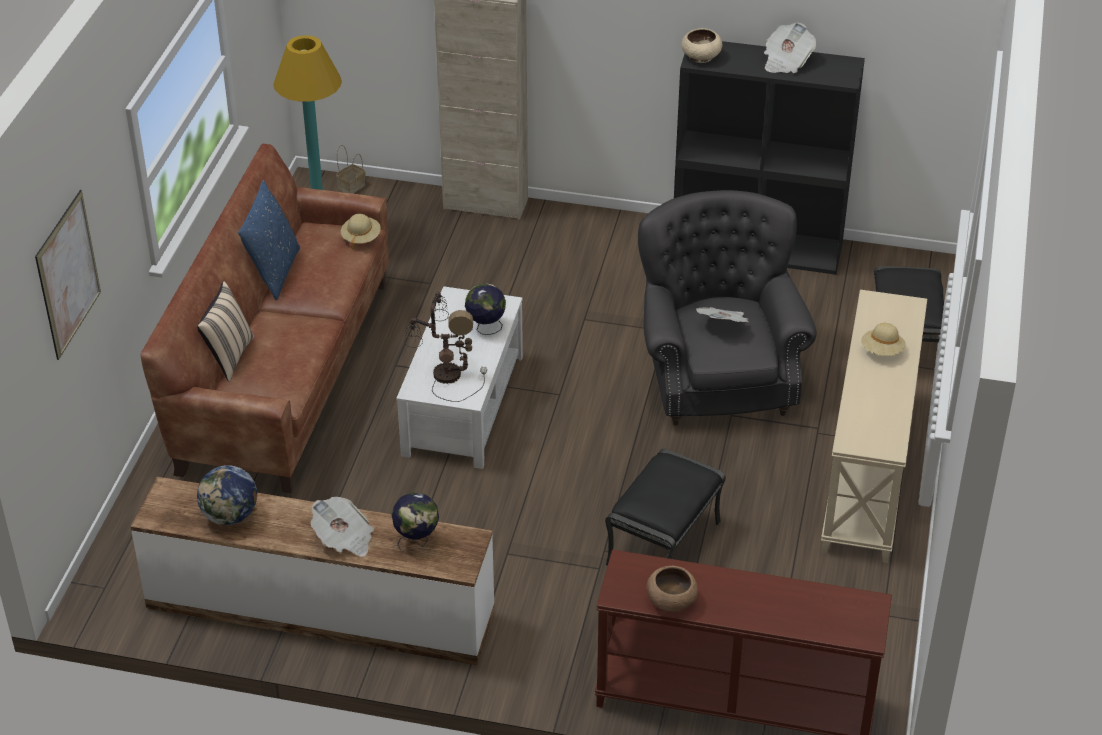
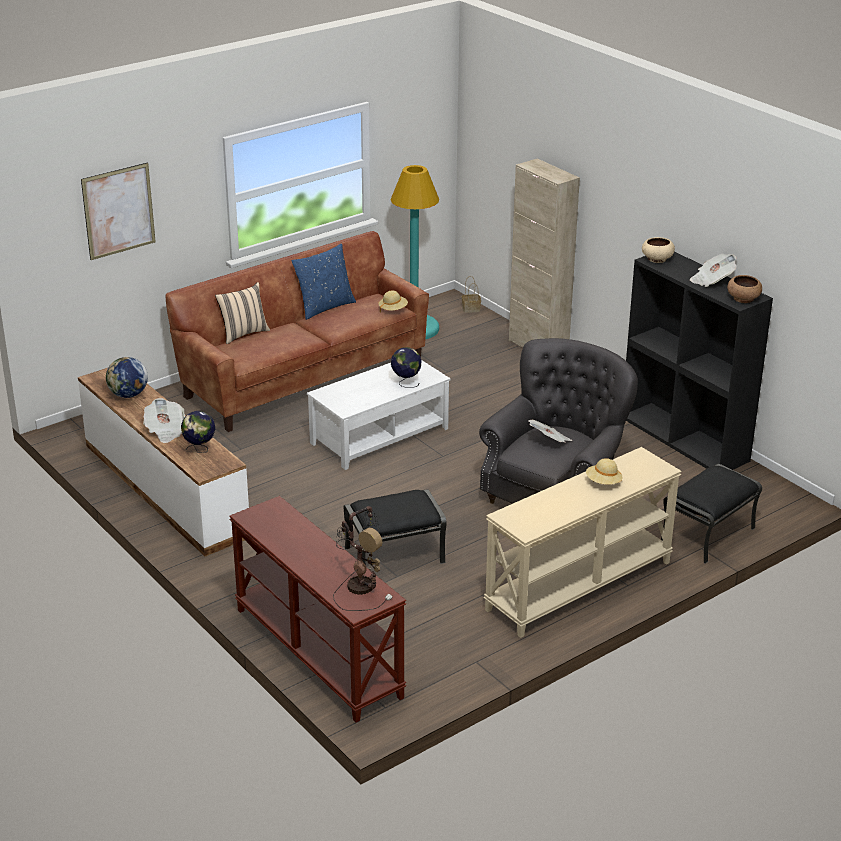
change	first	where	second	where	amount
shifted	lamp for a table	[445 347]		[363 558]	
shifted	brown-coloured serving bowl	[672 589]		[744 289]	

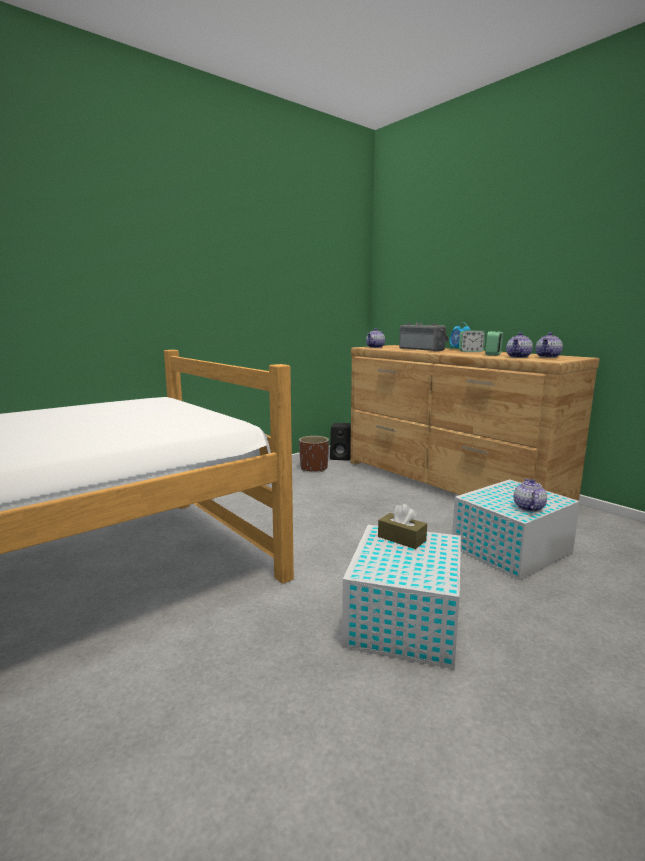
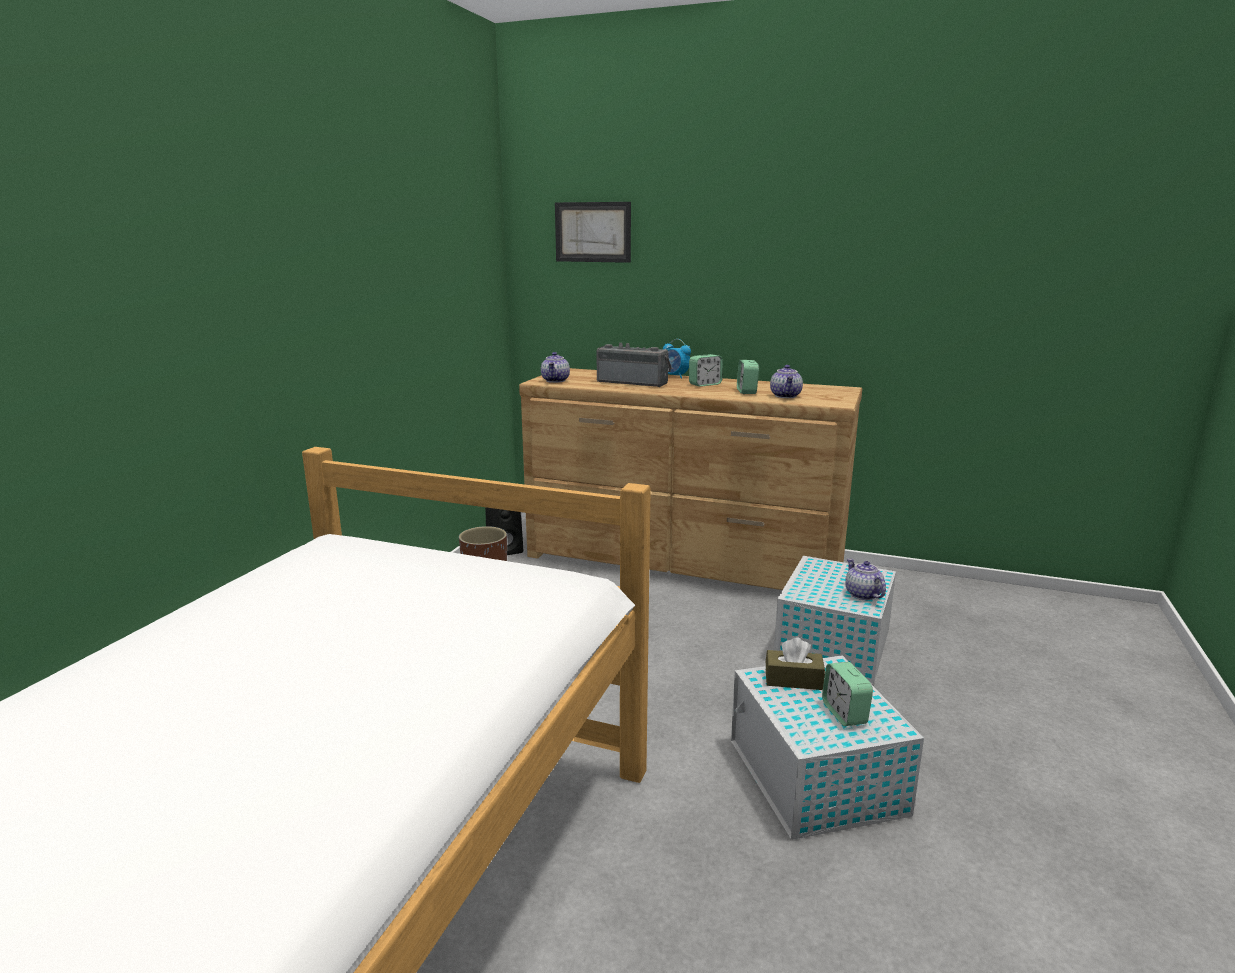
change	first	where	second	where	amount
gone	tea pot	[549 345]			
new			wall art	[593 232]	
new			bedside clock	[847 694]	

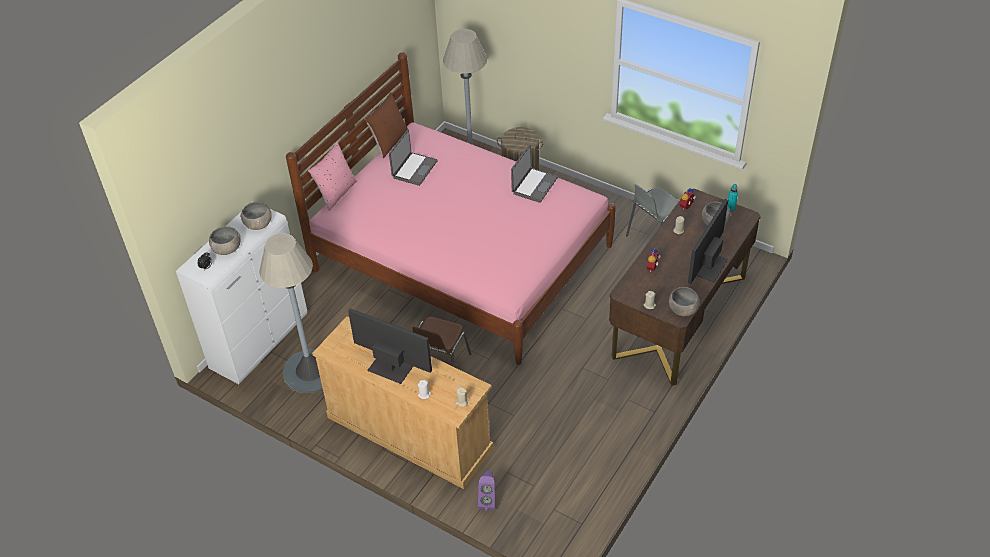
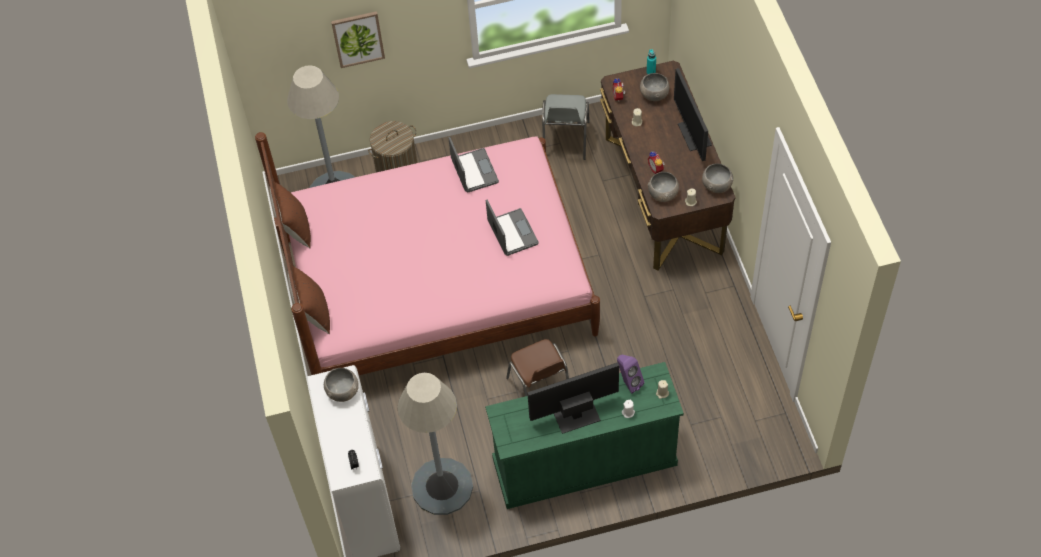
change	first	where	second	where	amount
new			wall art	[358 39]	
shifted	greyish serving bowl	[224 240]		[663 187]	
shifted	notebook computer	[413 157]		[512 228]	
shifted	purplish audio speaker	[486 491]		[631 374]	
repainted	pinkish cushion	[332 176]	brown-coloured cushion	[309 299]	
repainted	beige-coloured drawer chest	[403 402]	green-coloured drawer chest	[584 435]	

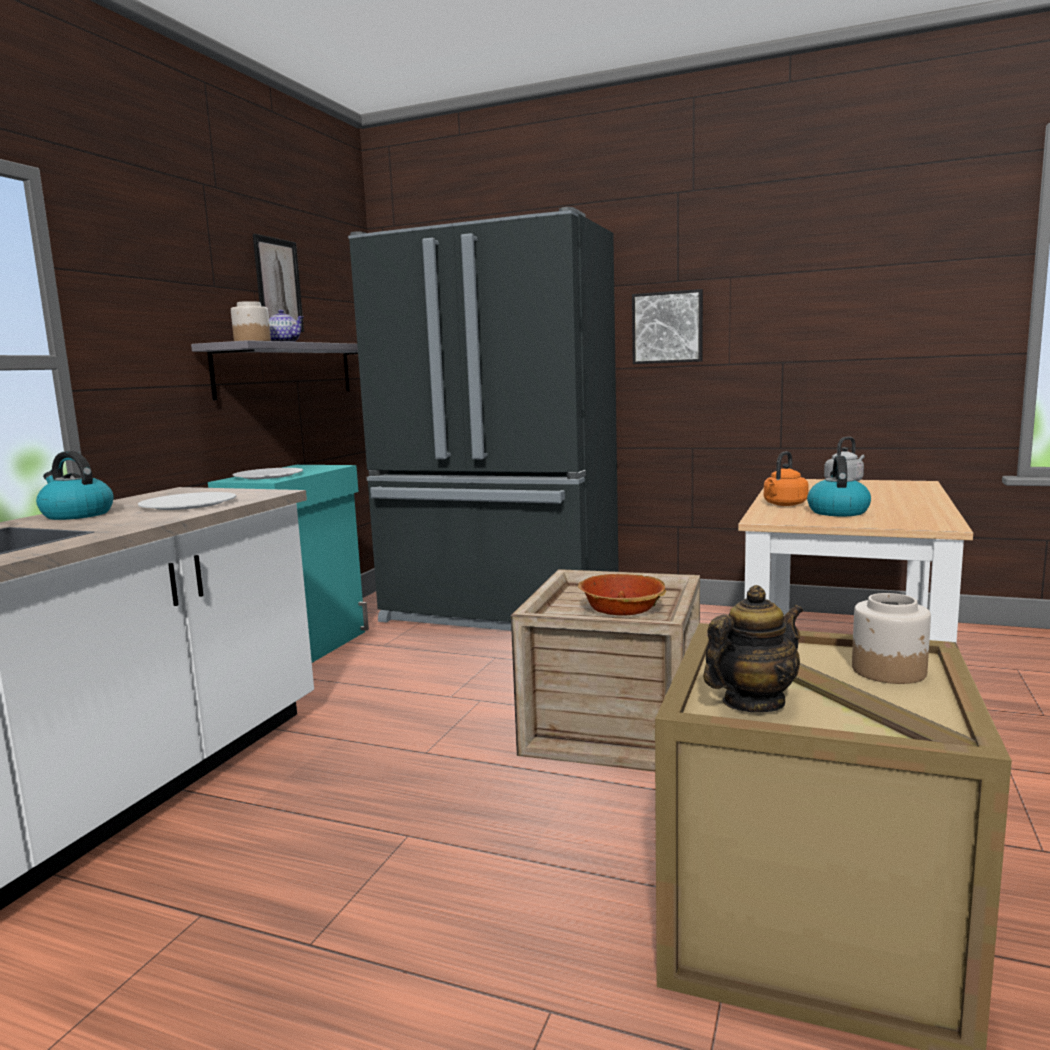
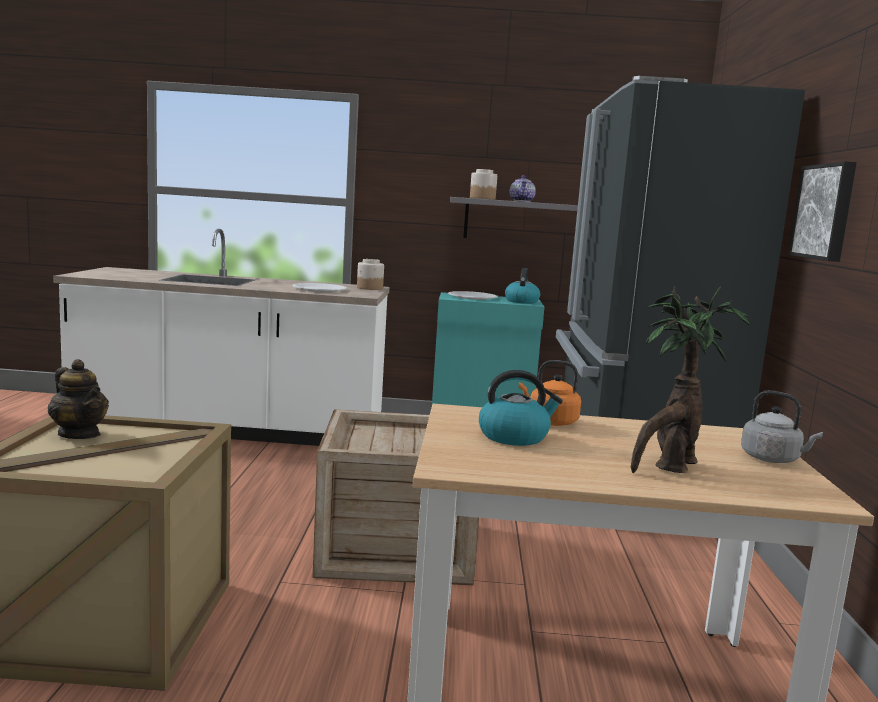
change	first	where	second	where	amount
gone	wall art	[278 283]			
gone	serving bowl	[622 595]			
new			houseplant	[690 379]	
shifted	tea kettle	[75 485]		[522 286]	
shifted	jar	[891 638]		[370 274]	

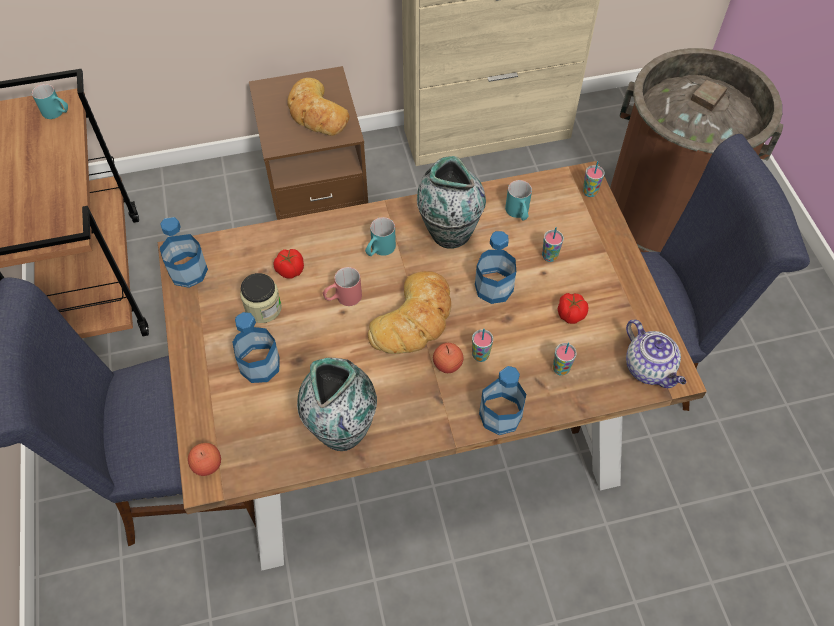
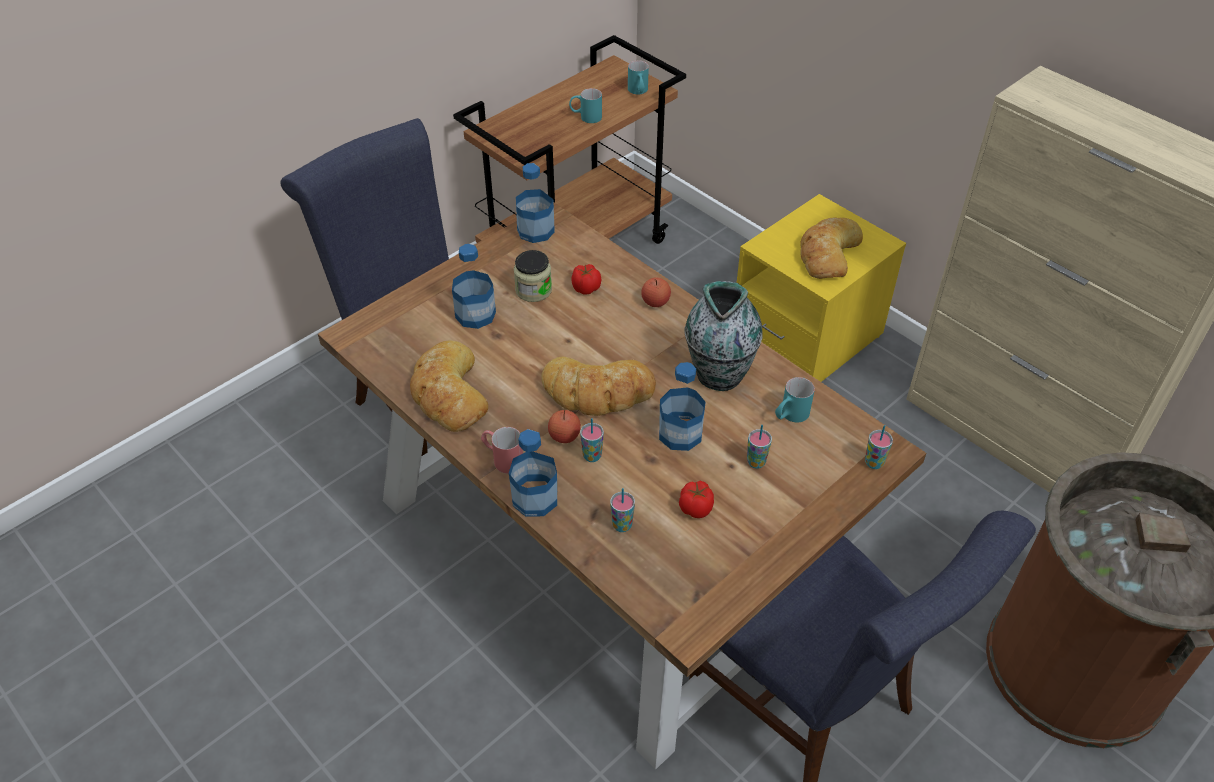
change	first	where	second	where	amount
gone	tea pot	[656 354]			
shifted	apple	[204 459]		[656 292]	
shifted	red tea mug	[342 286]		[502 450]	
shifted	blue-green tea mug	[380 236]		[585 105]	
swapped	vase	[337 404]	bread	[449 386]	
repainted	brown-coloured bedside table	[308 143]	yellow bedside table	[821 288]	

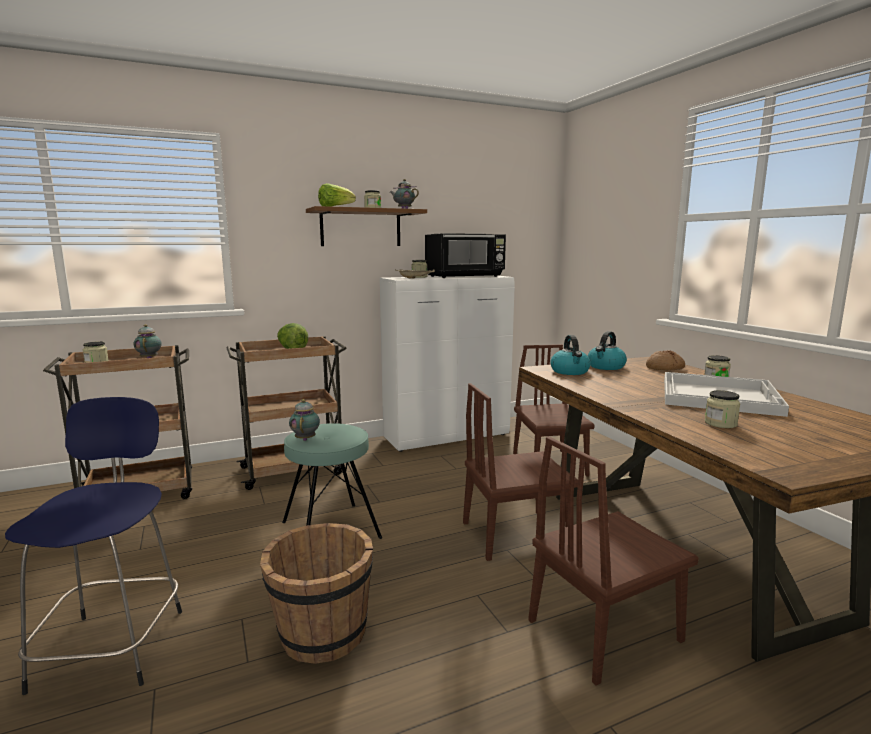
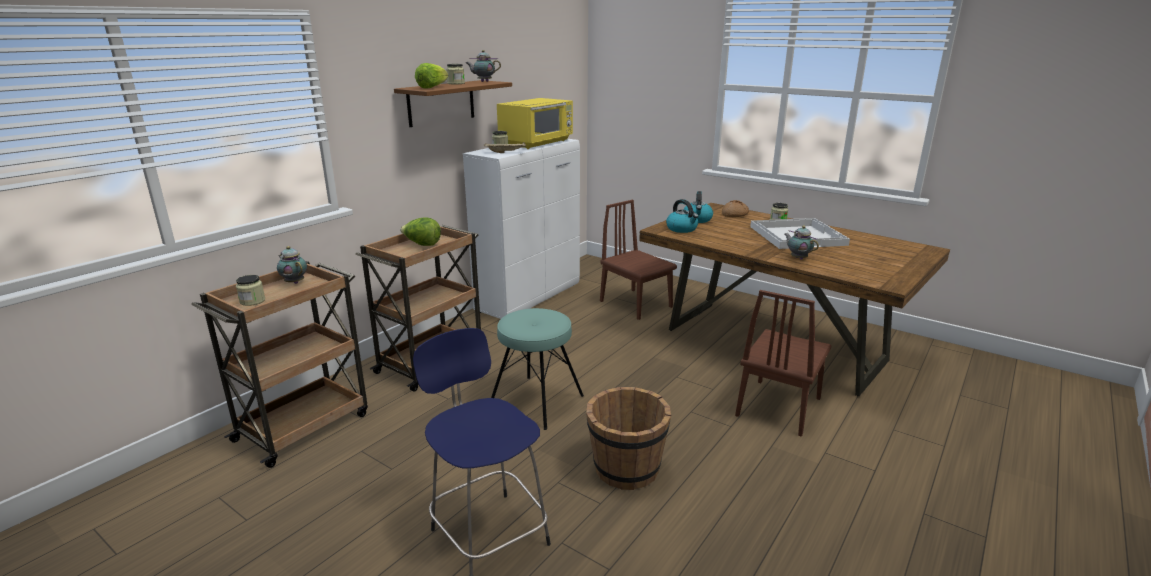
change	first	where	second	where	amount
gone	brown-coloured upright chair	[520 472]			
gone	jar	[722 409]			
shifted	tea pot	[304 420]		[802 243]	
repainted	black-coloured kitchen microwave	[465 255]	yellow kitchen microwave	[535 123]	

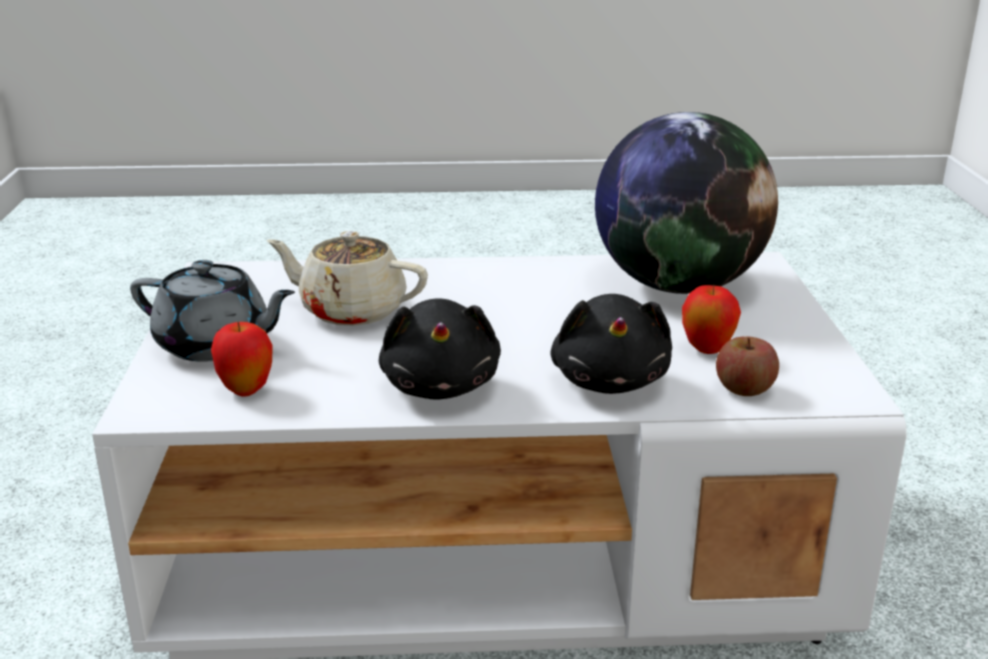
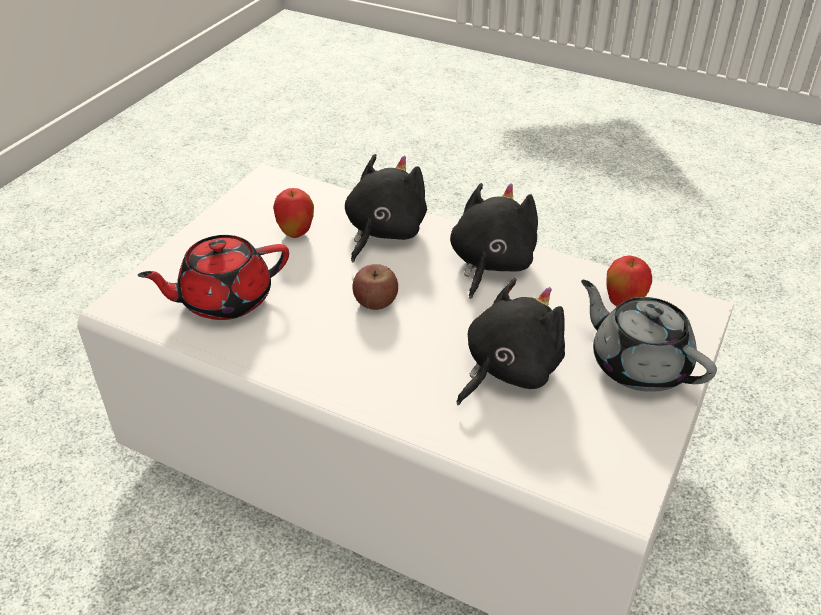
change	first	where	second	where	amount
shifted	apple	[747 366]		[375 287]	
swapped	beige-coloured tea pot	[347 278]	black-coloured plush toy	[511 341]	
swapped	globe	[686 203]	red tea pot	[213 277]	

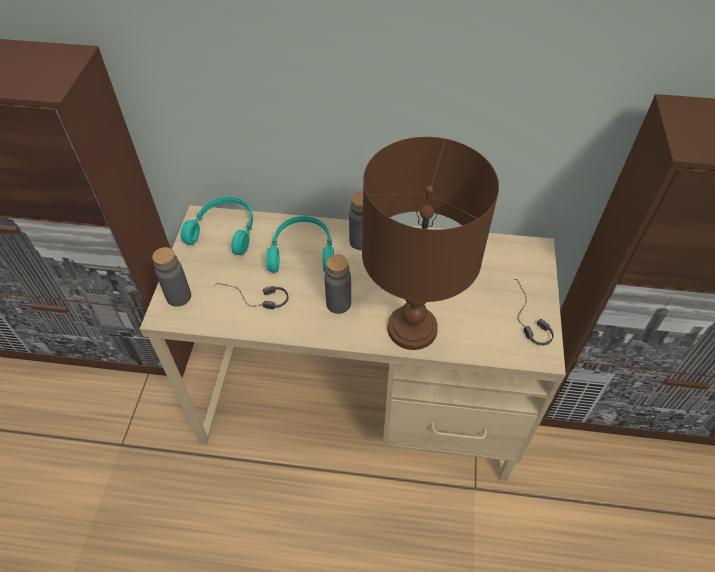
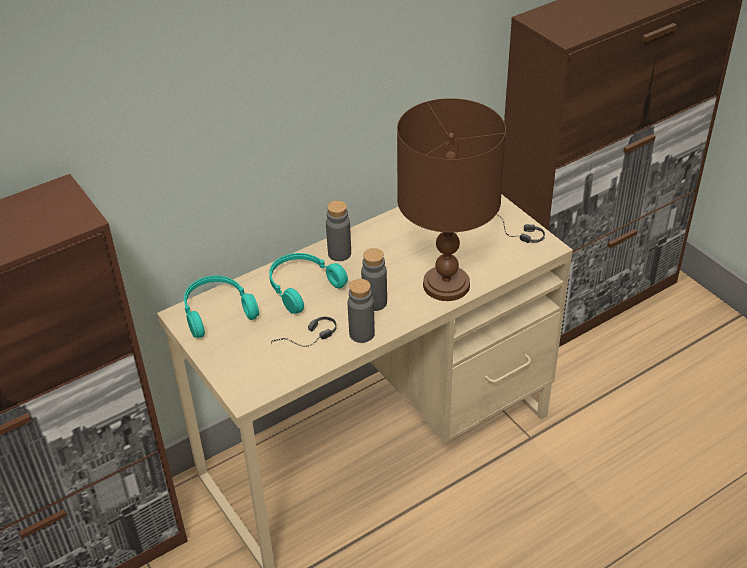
change	first	where	second	where	amount
shifted	greyish bottle	[171 277]		[361 311]	

